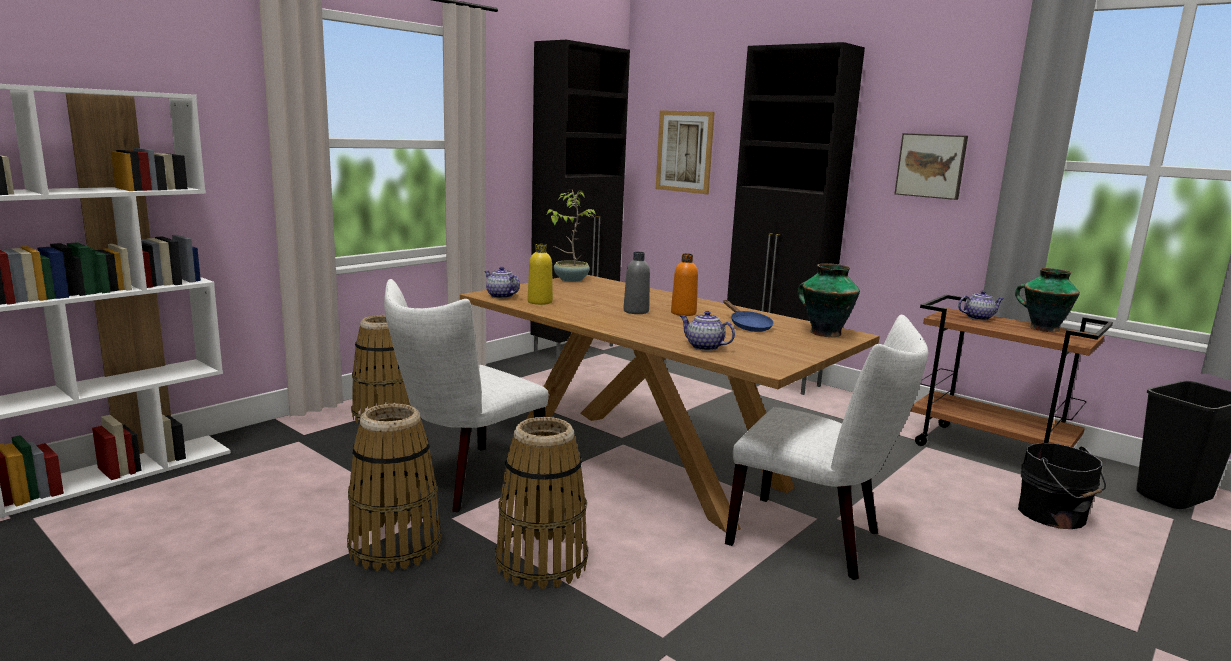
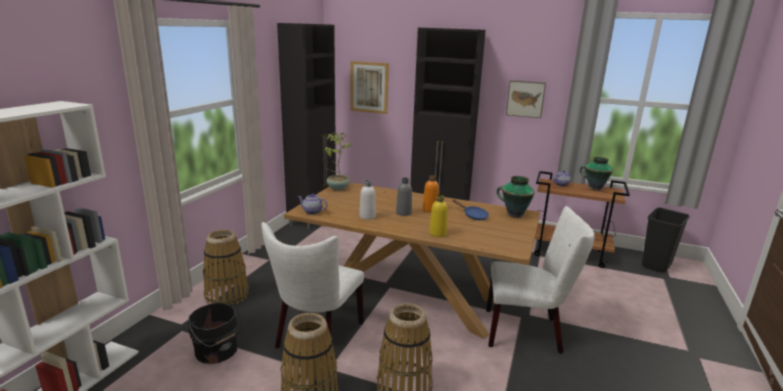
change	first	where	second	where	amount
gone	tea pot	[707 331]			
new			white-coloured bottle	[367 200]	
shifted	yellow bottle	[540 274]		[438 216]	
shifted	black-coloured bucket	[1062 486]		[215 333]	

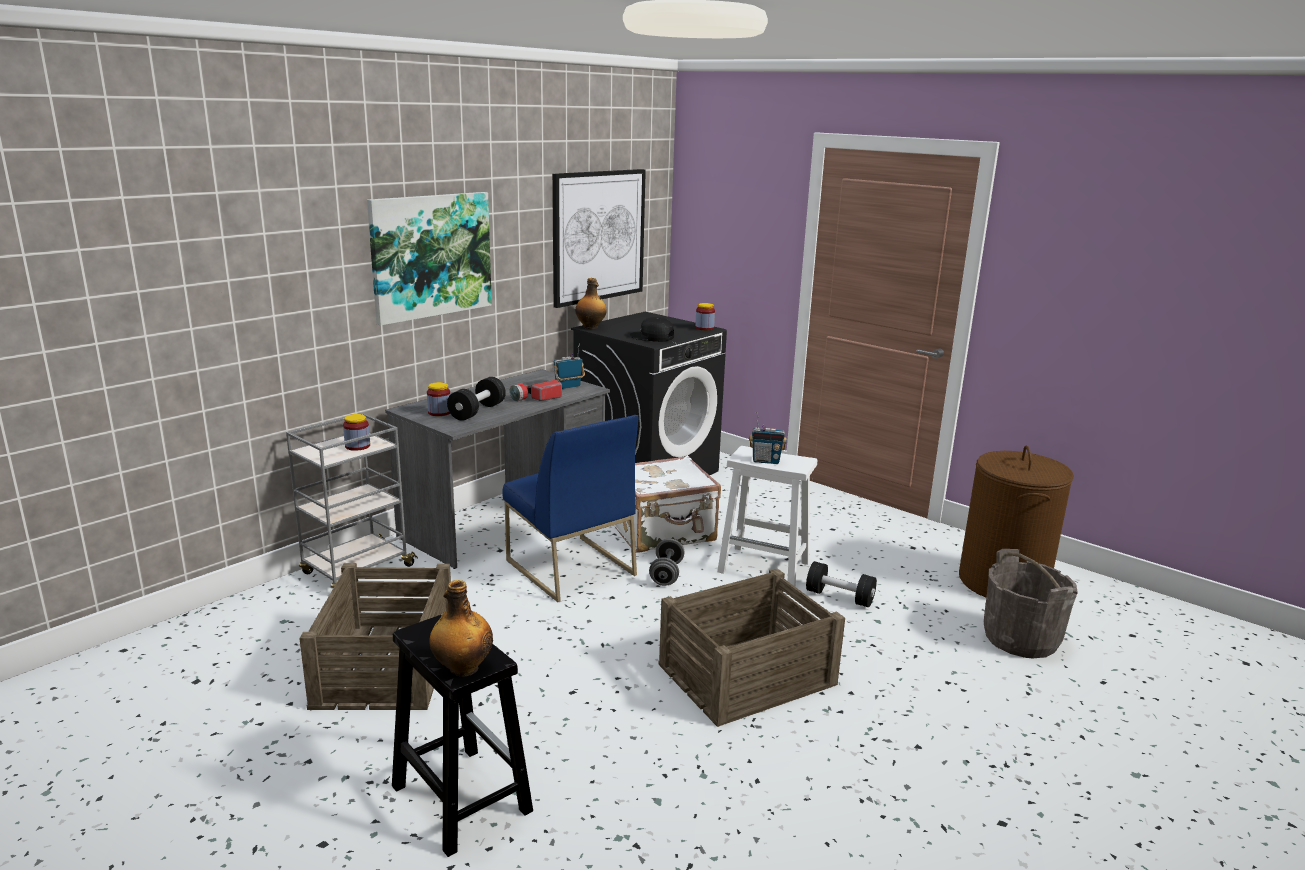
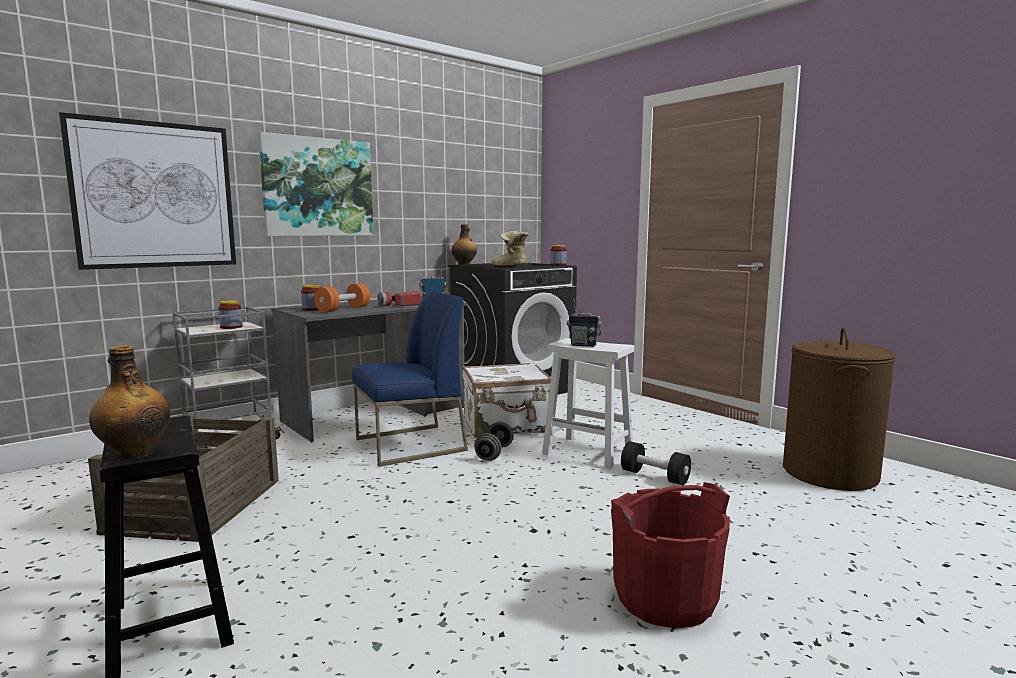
change	first	where	second	where	amount
gone	crate	[751 647]			
gone	greyish bucket	[1031 603]			
new			red bucket	[670 555]	
shifted	wall art	[599 238]		[147 191]	
swapped	black-coloured baseball cap	[652 329]	high-top boot	[510 248]	
repainted	black-coloured free weight	[476 399]	orange free weight	[342 297]	
rotated	bluish upright chair	[570 508]		[410 378]	90 degrees counterclockwise

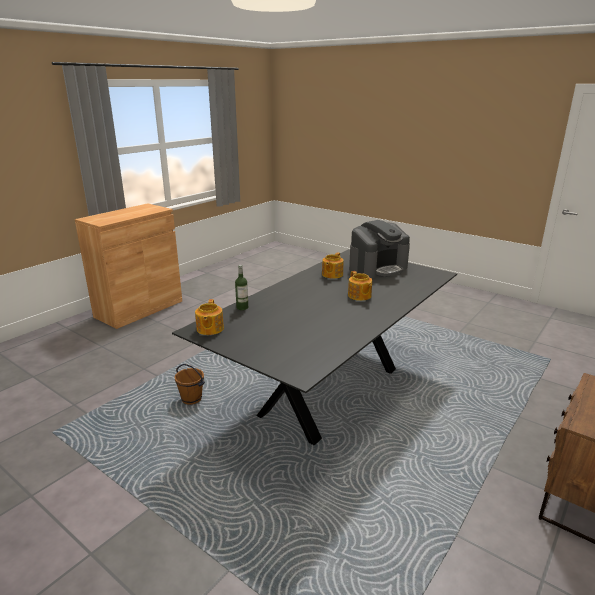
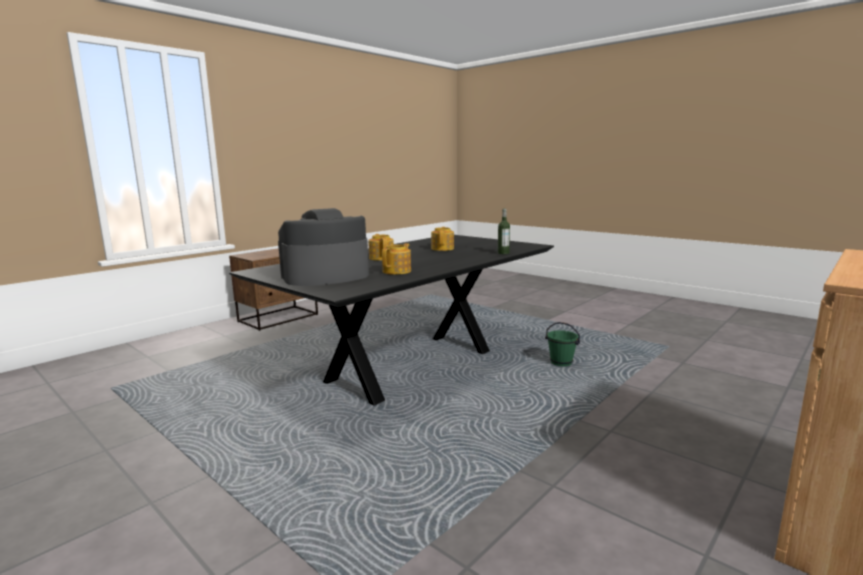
change	first	where	second	where	amount
shifted	tea pot	[209 317]		[442 239]	
repainted	brown-coloured bucket	[190 384]	green-coloured bucket	[562 344]	

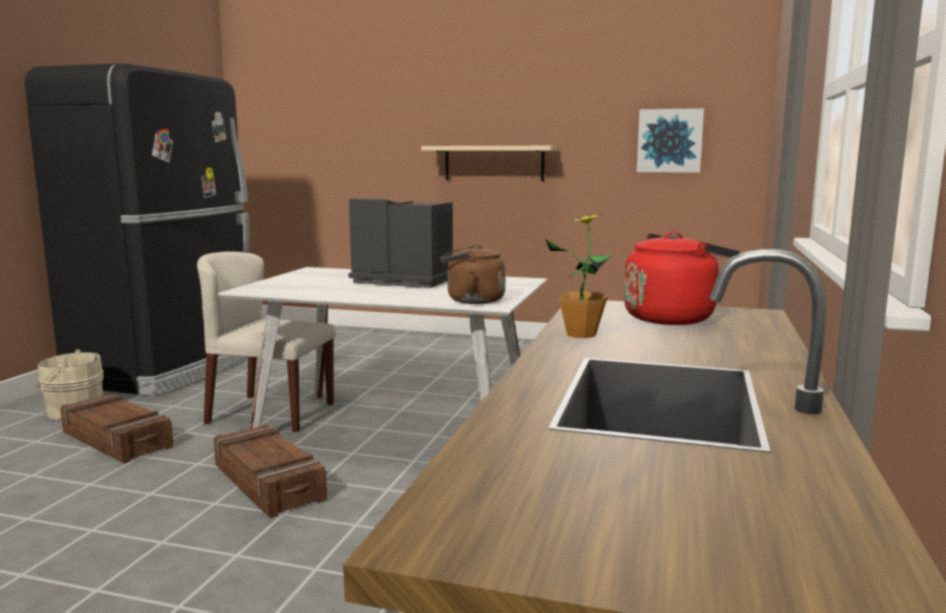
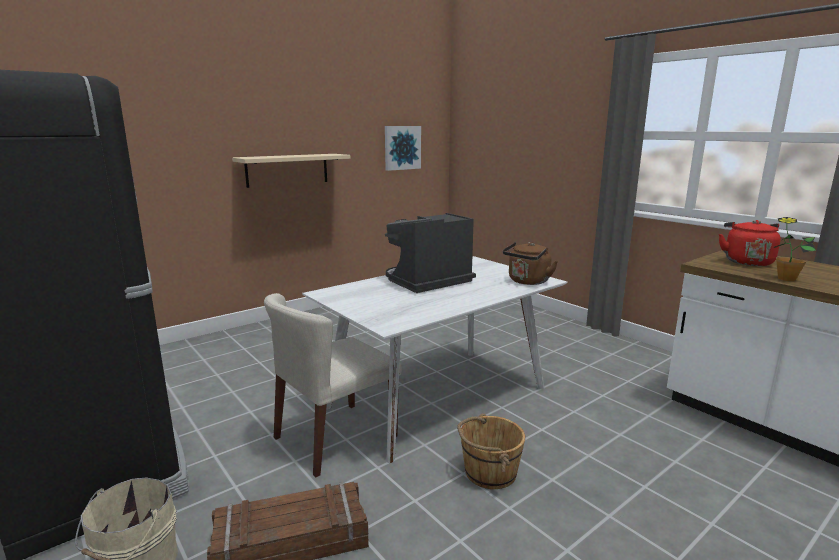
change	first	where	second	where	amount
swapped	crate	[270 471]	brown-coloured bucket	[491 451]	

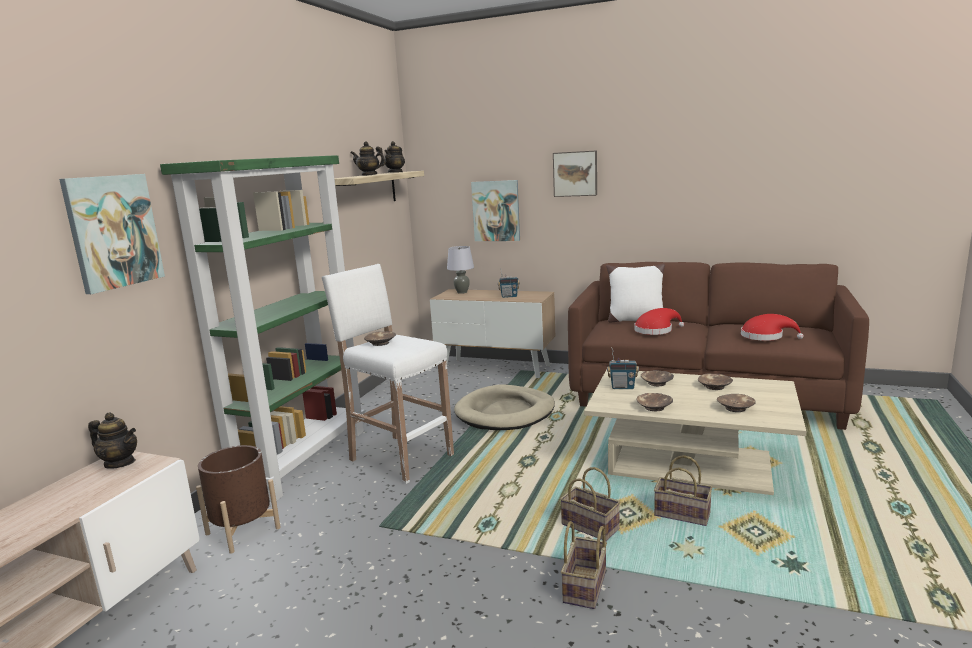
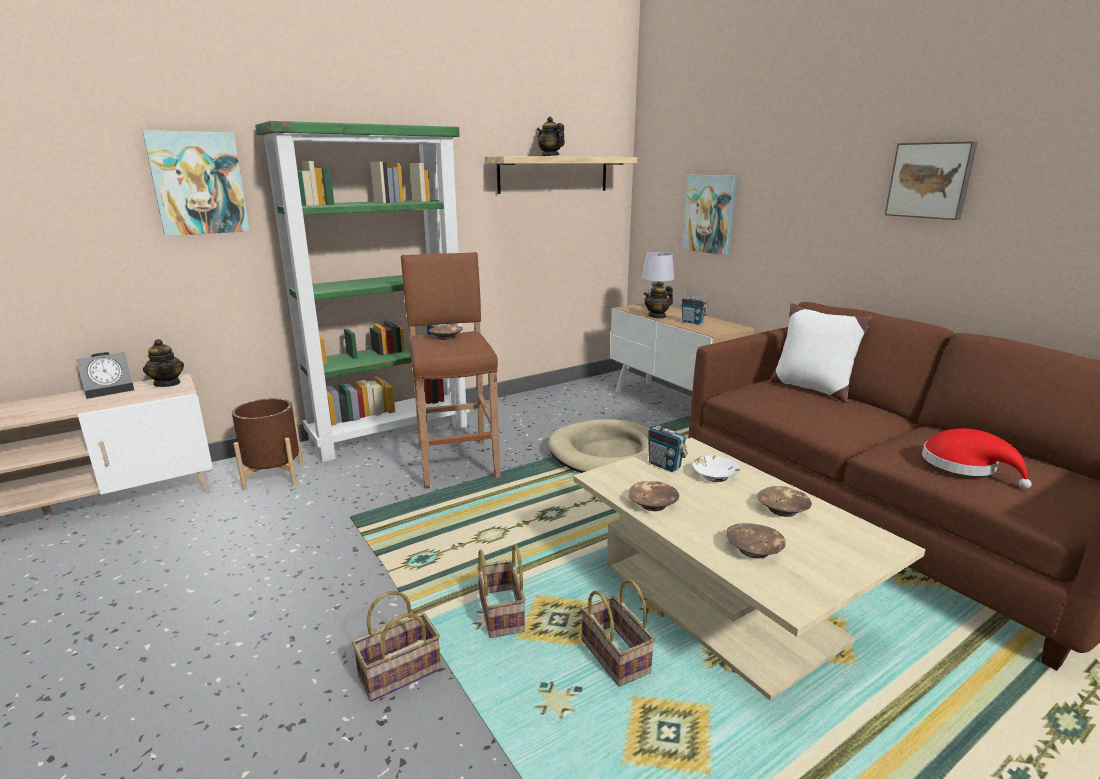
change	first	where	second	where	amount
gone	red hat	[659 321]			
new			bedside clock	[105 375]	
shifted	tea pot	[394 157]		[658 300]	
shifted	wall art	[575 173]		[931 180]	
repainted	white-coloured stool	[388 374]	brown-coloured stool	[450 370]	
repainted	brown-coloured serving bowl	[657 378]	white-coloured serving bowl	[716 468]	

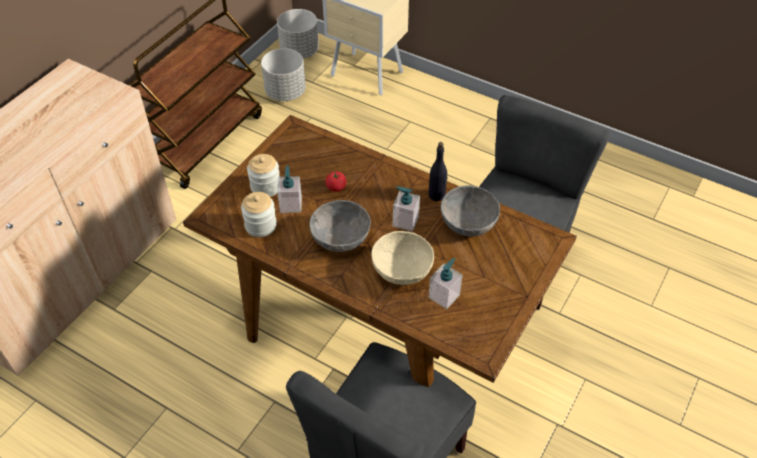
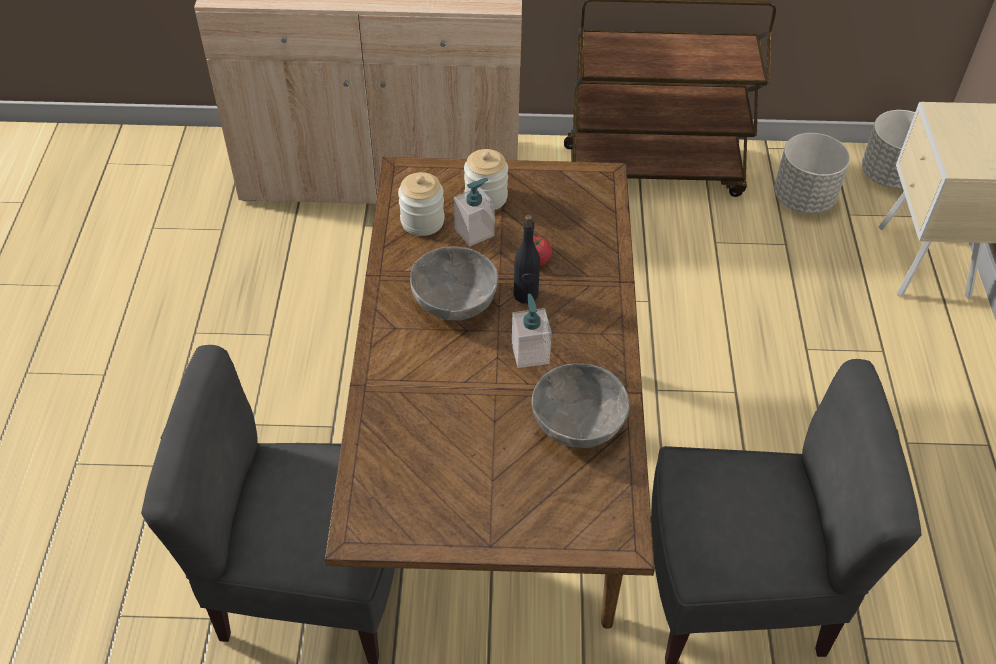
change	first	where	second	where	amount
gone	beige-coloured serving bowl	[402 258]			
gone	liquid soap bottle	[446 283]			
shifted	black-coloured bottle	[438 171]		[527 259]	

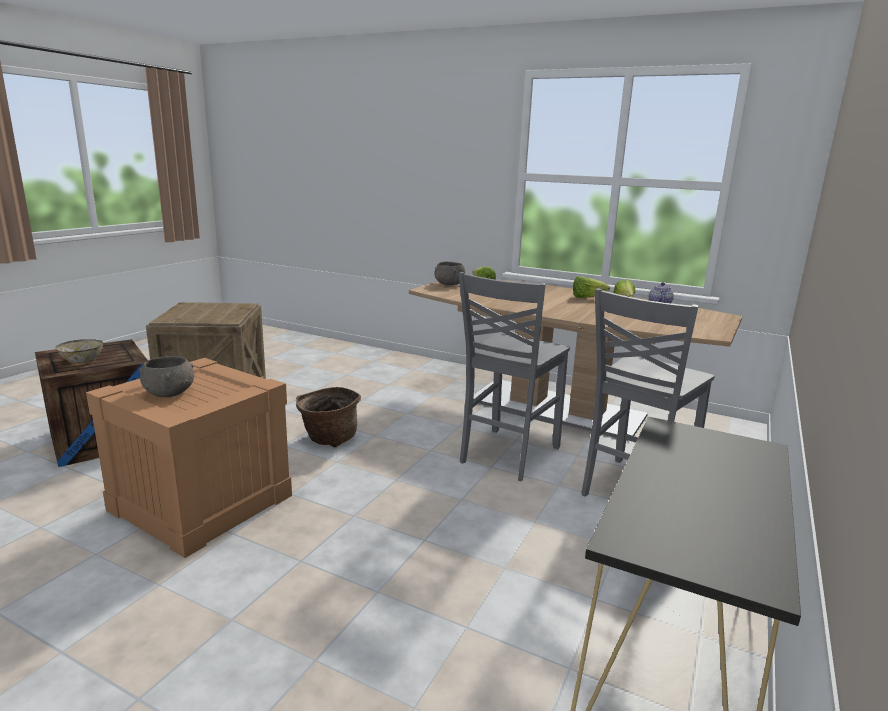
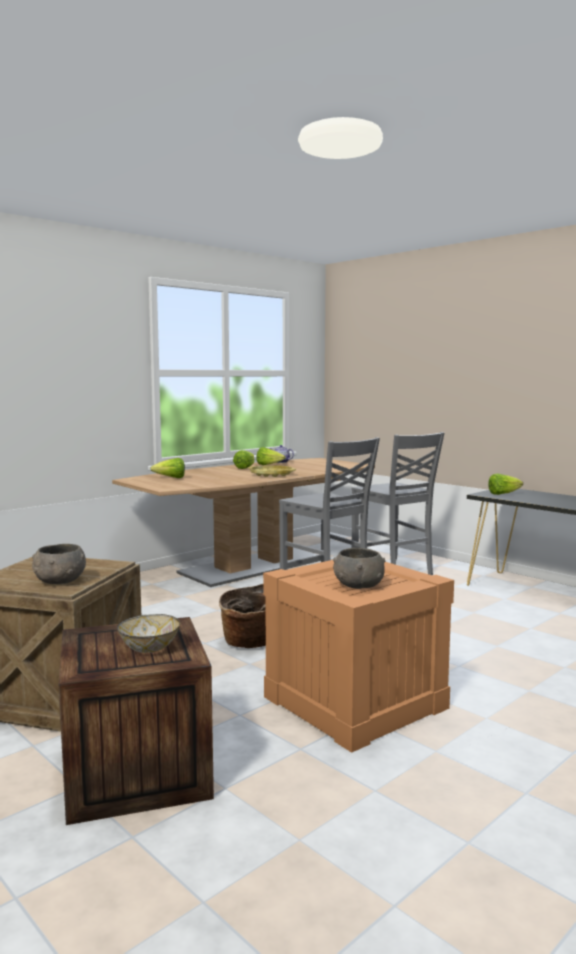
change	first	where	second	where	amount
new			yellow carrying tray	[272 471]	
new			head of lettuce	[505 484]	
shifted	greyish serving bowl	[449 273]		[59 564]	

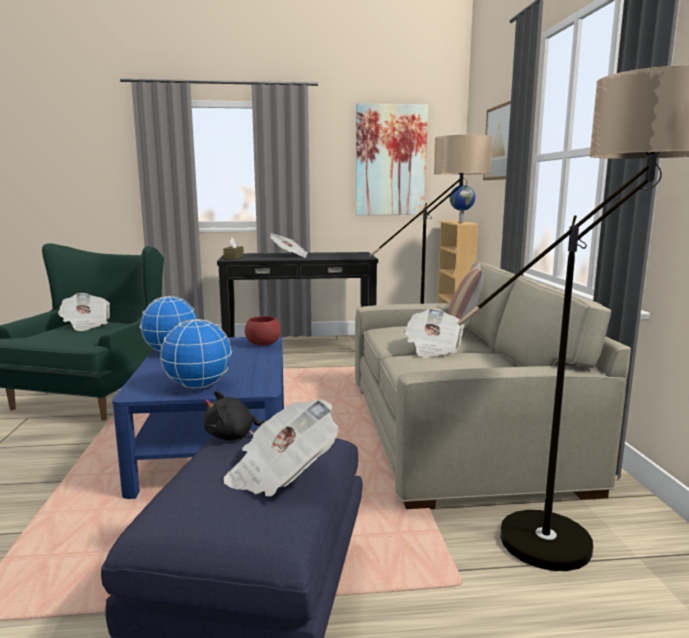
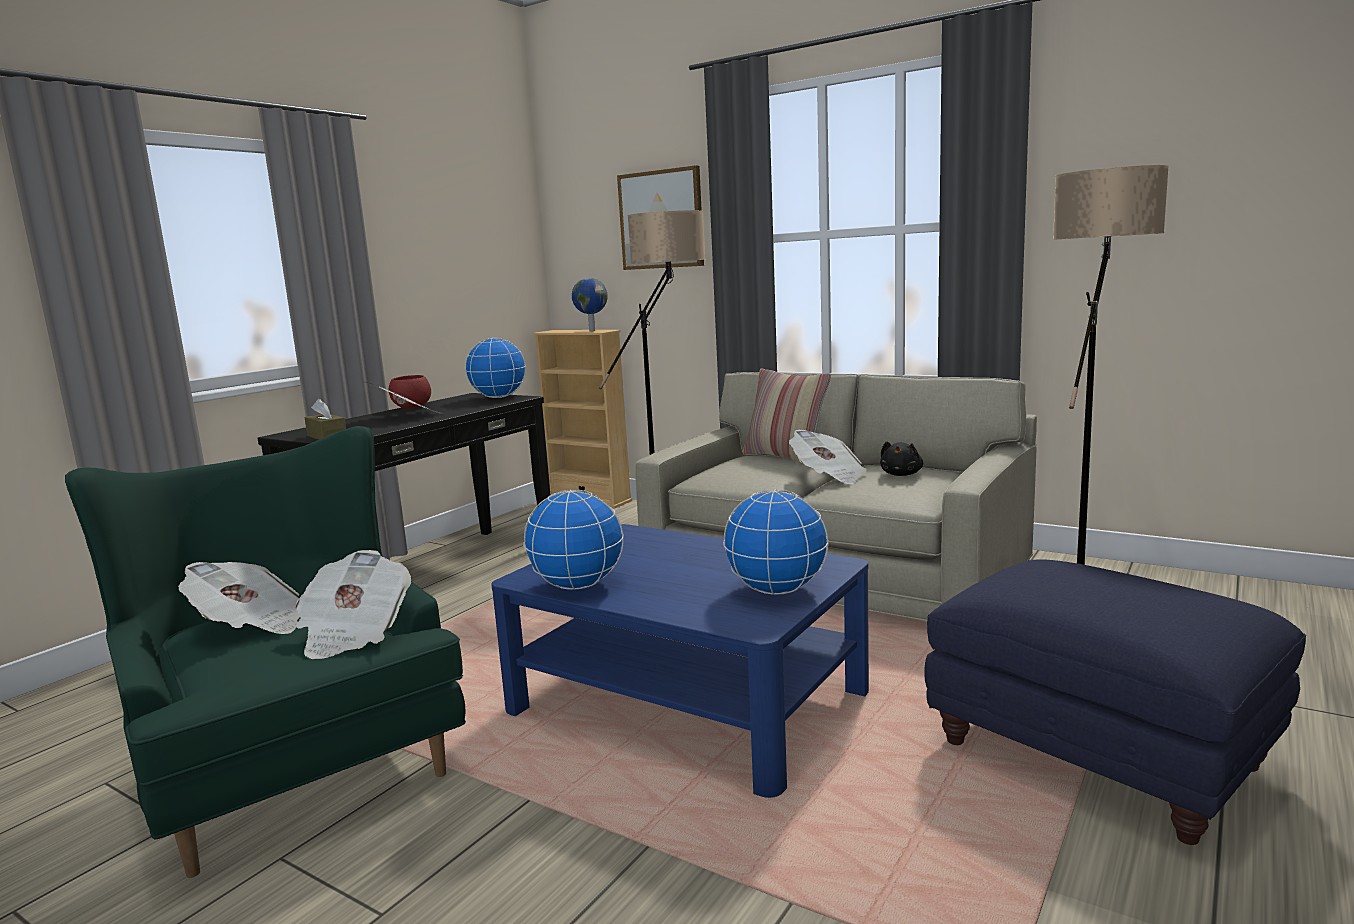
change	first	where	second	where	amount
gone	wall art	[392 159]			
new			globe	[495 368]	
shifted	black-coloured plush toy	[235 416]		[901 458]	
shifted	daily paper	[280 448]		[353 604]	
shifted	red serving bowl	[263 331]		[410 392]	

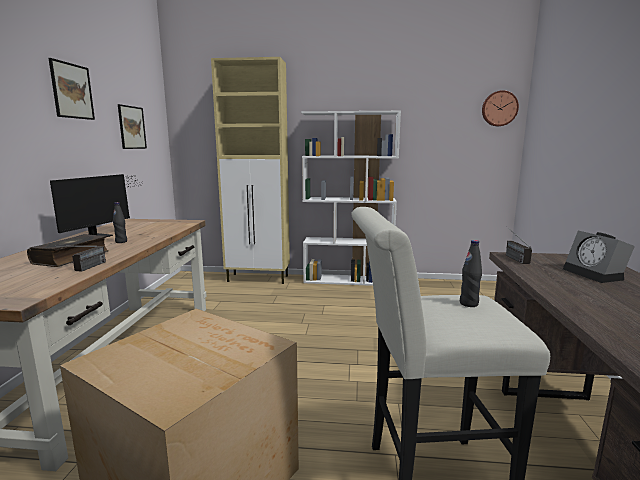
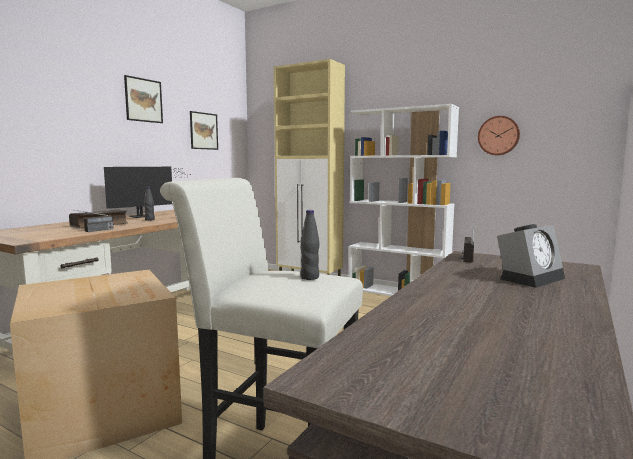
change	first	where	second	where	amount
shifted	clock on the wall	[500 108]		[499 135]	
rotated	bedside clock	[599 256]		[531 256]	135 degrees counterclockwise

